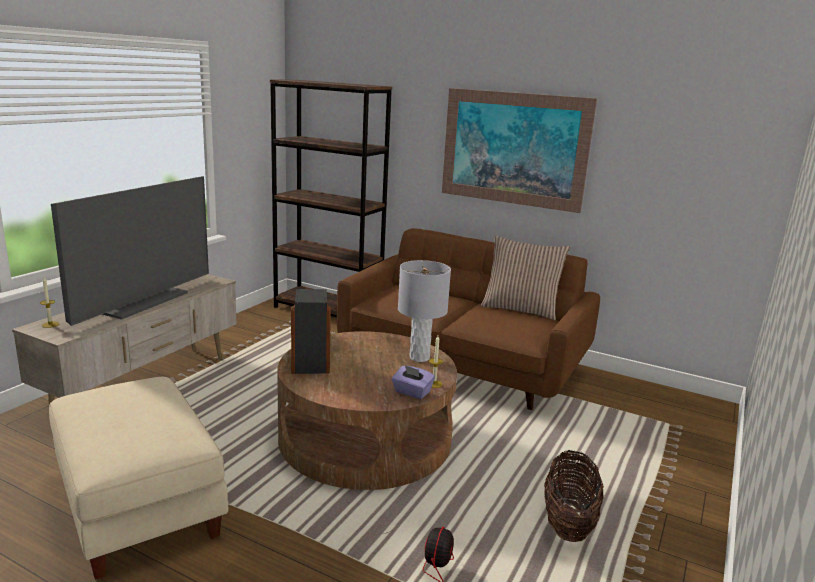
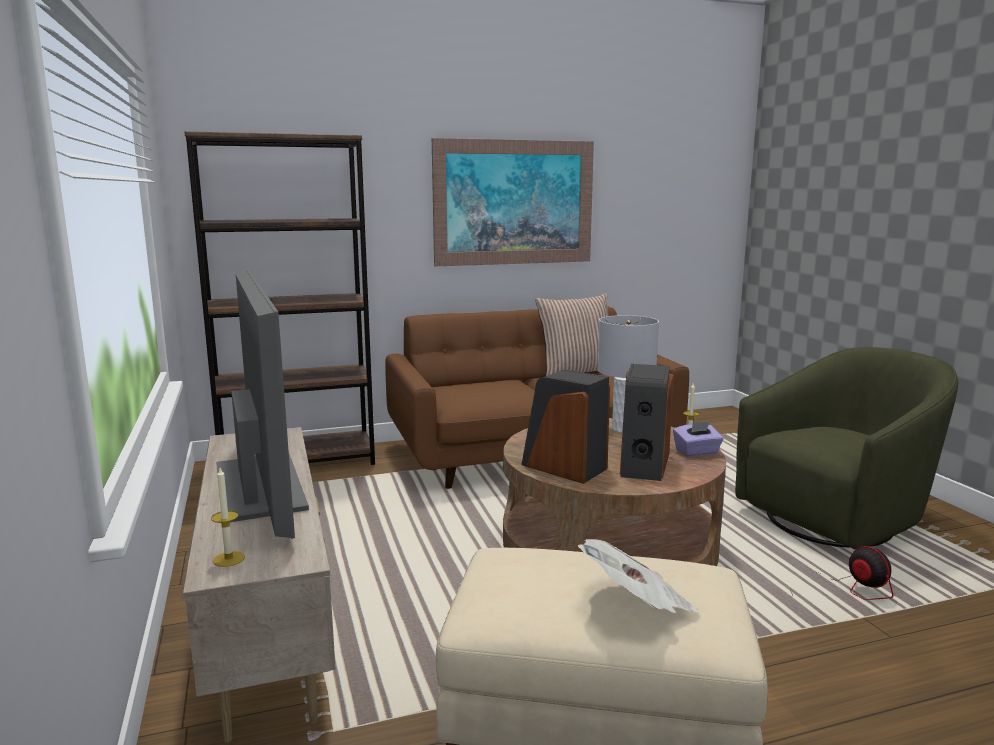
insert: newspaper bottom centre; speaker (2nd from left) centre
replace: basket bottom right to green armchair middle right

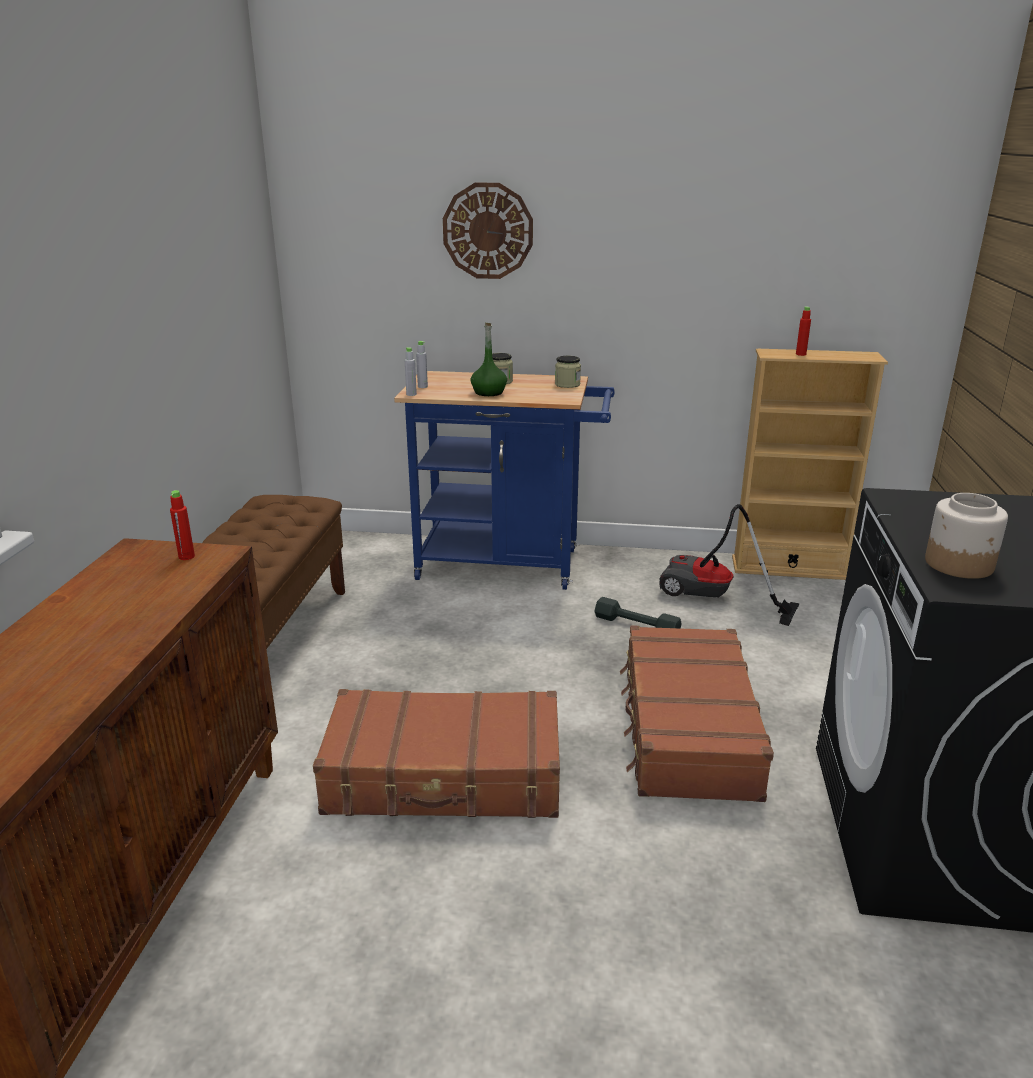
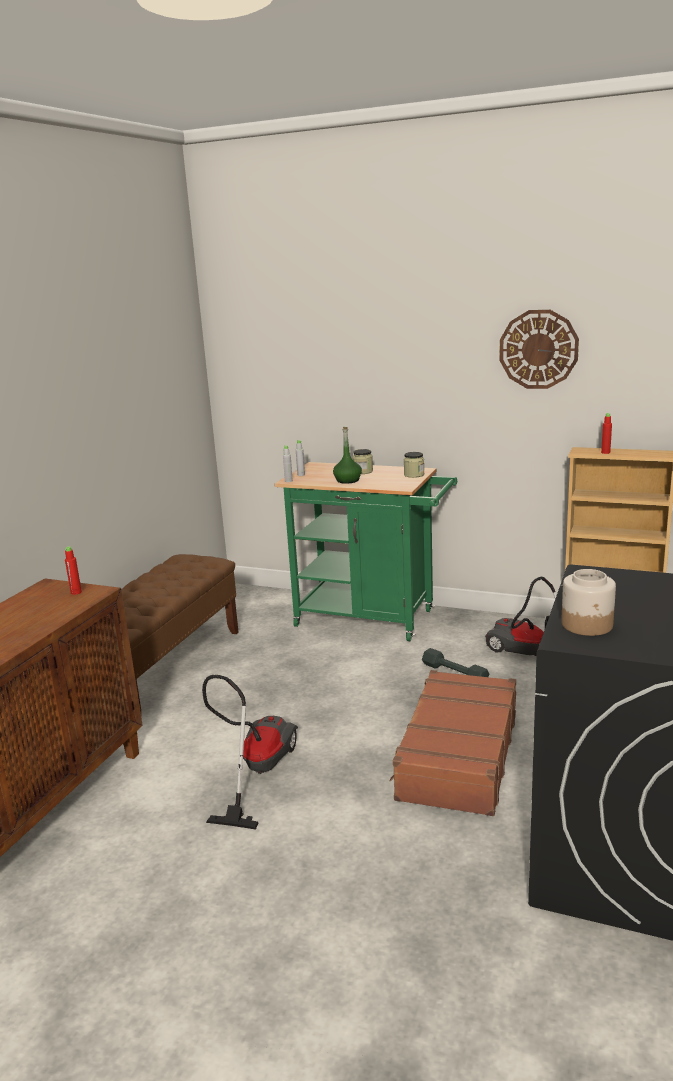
move: wall clock top centre to top right
replace: brown suitcase (1st from left) bottom centre to vacuum cleaner (1st from left) bottom centre
recolor: blue cart centre to green cart centre

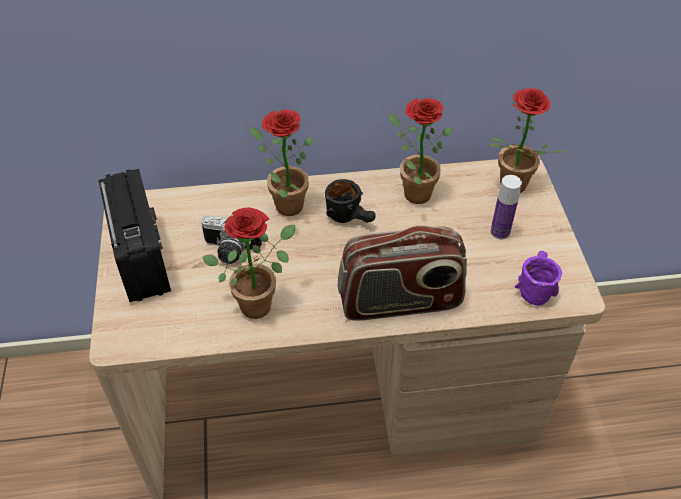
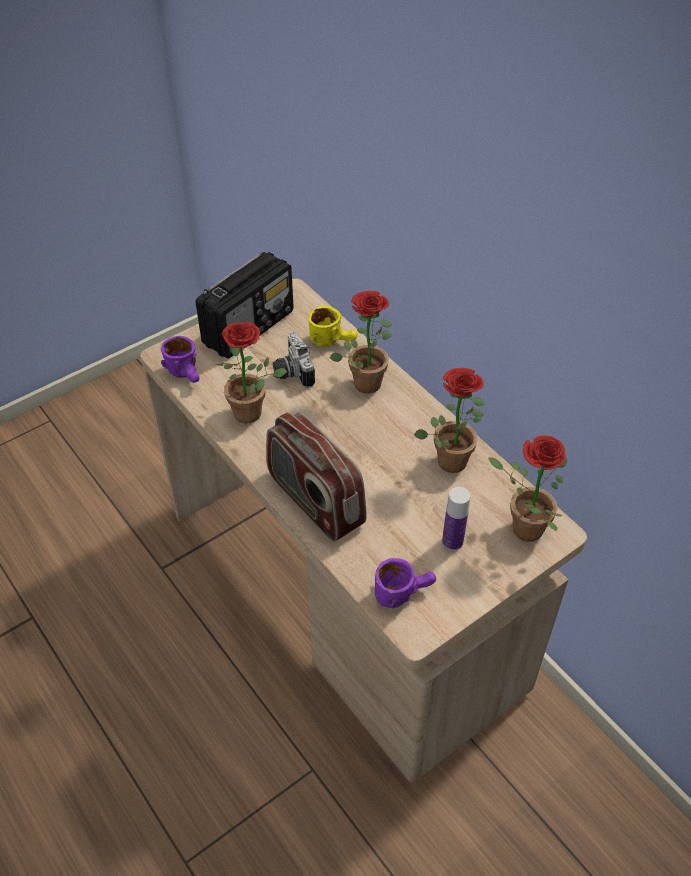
delete: black mug centre
insert: purple mug (1st from left) middle left; yellow mug centre

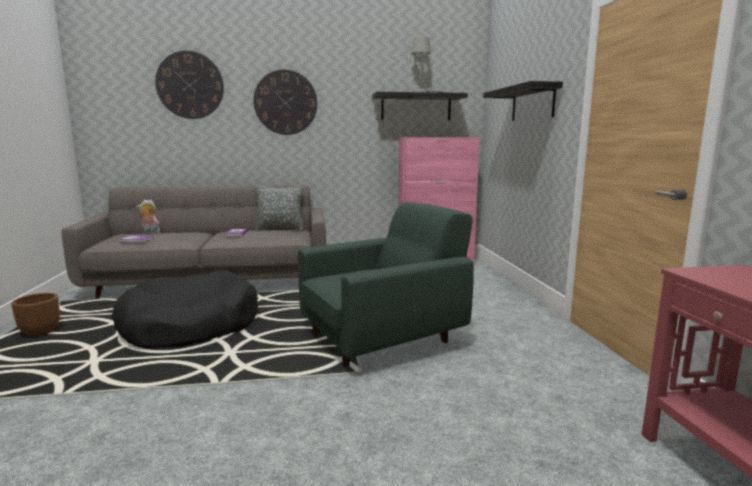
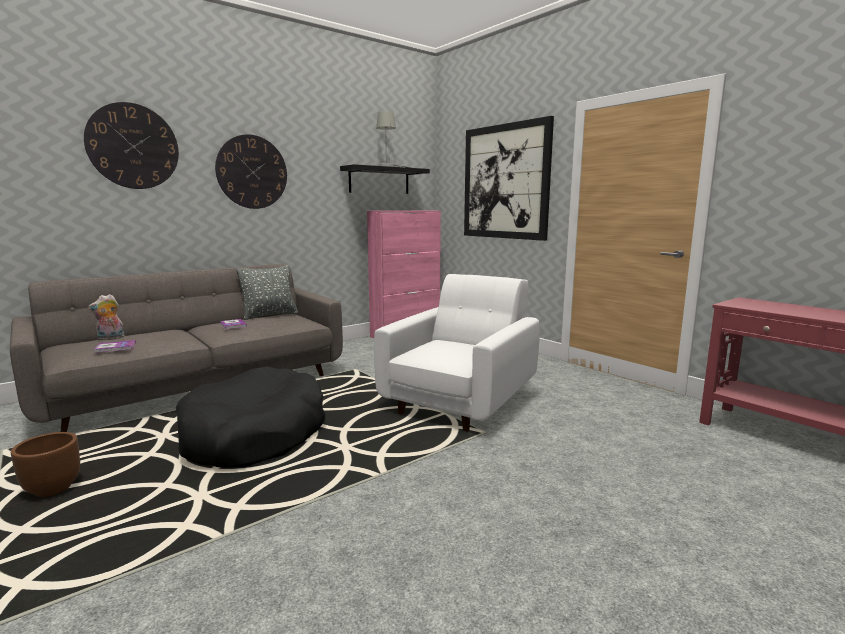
replace: black shelf (2nd from left) top right to picture top centre
recolor: green armchair centre to white armchair centre

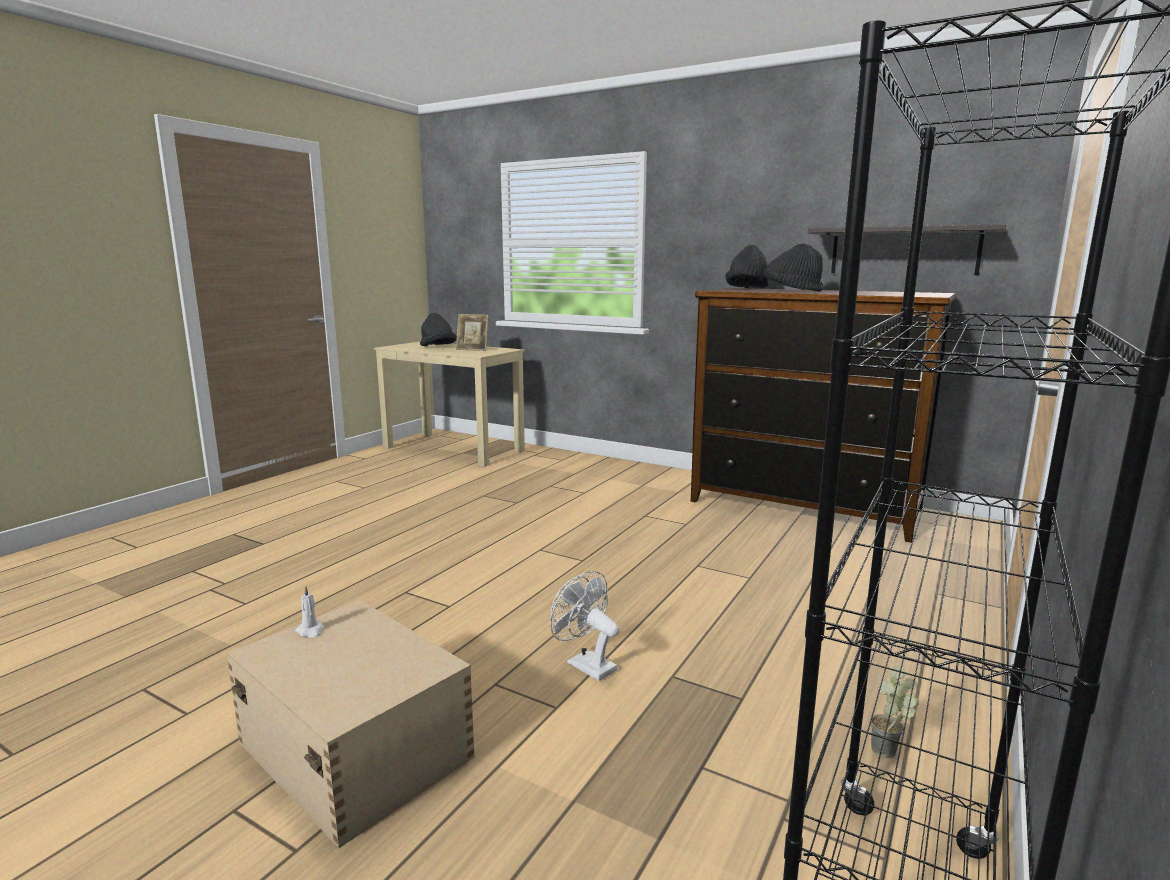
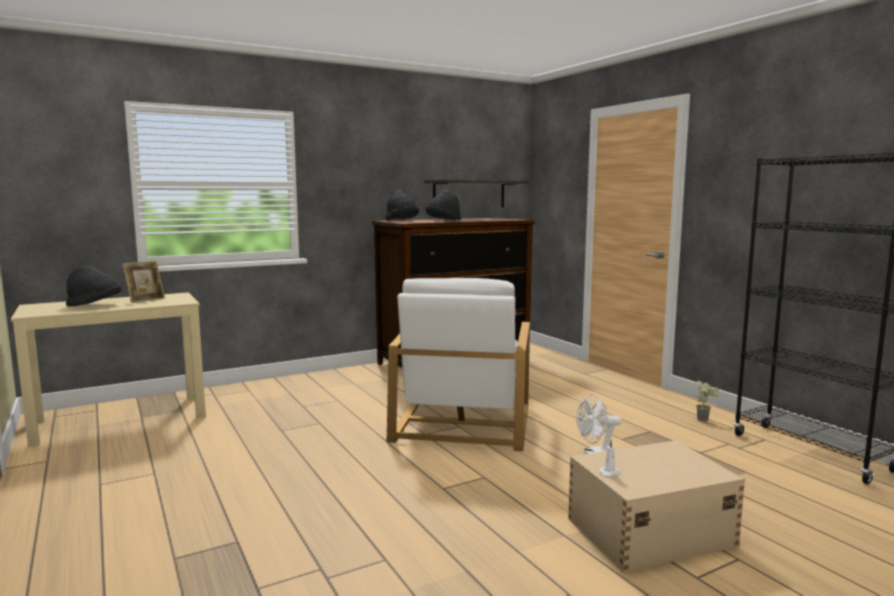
insert: white armchair centre

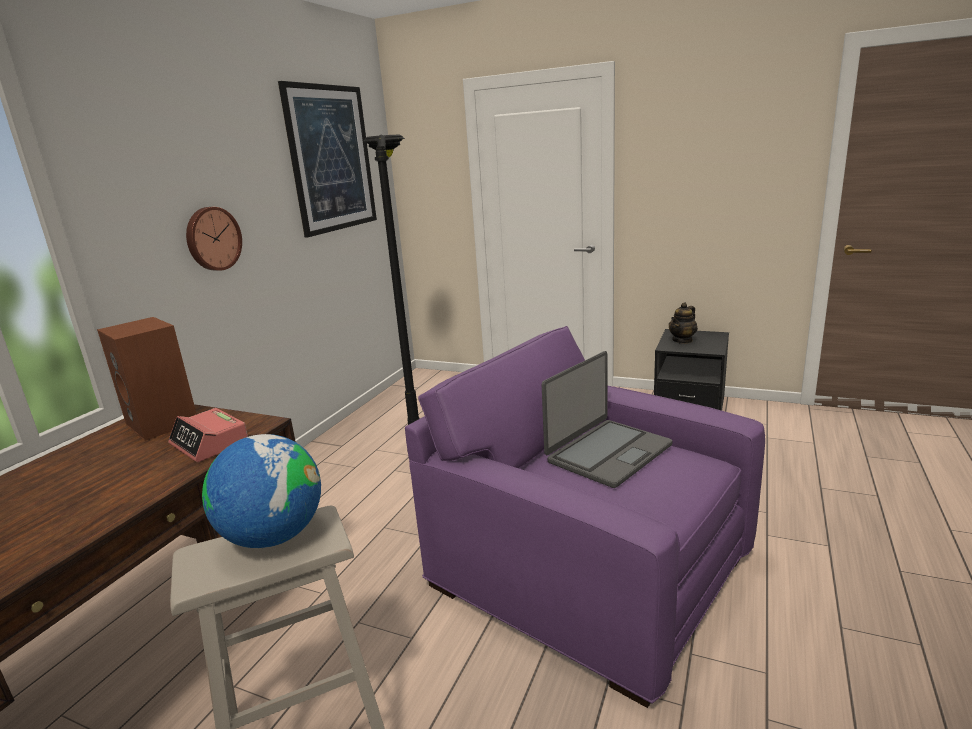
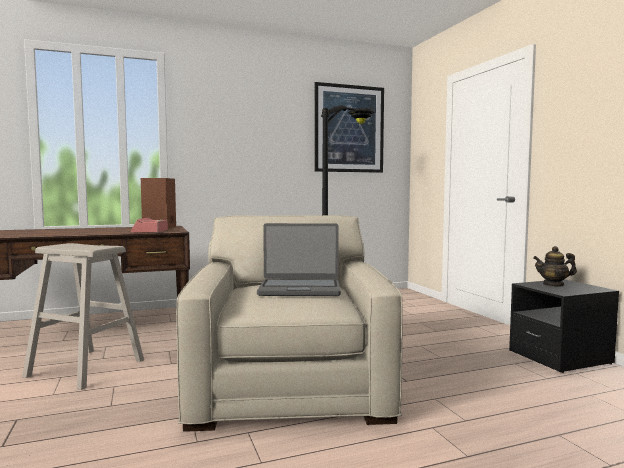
delete: wall clock top left; globe bottom left
recolor: purple armchair bottom centre to beige armchair bottom centre

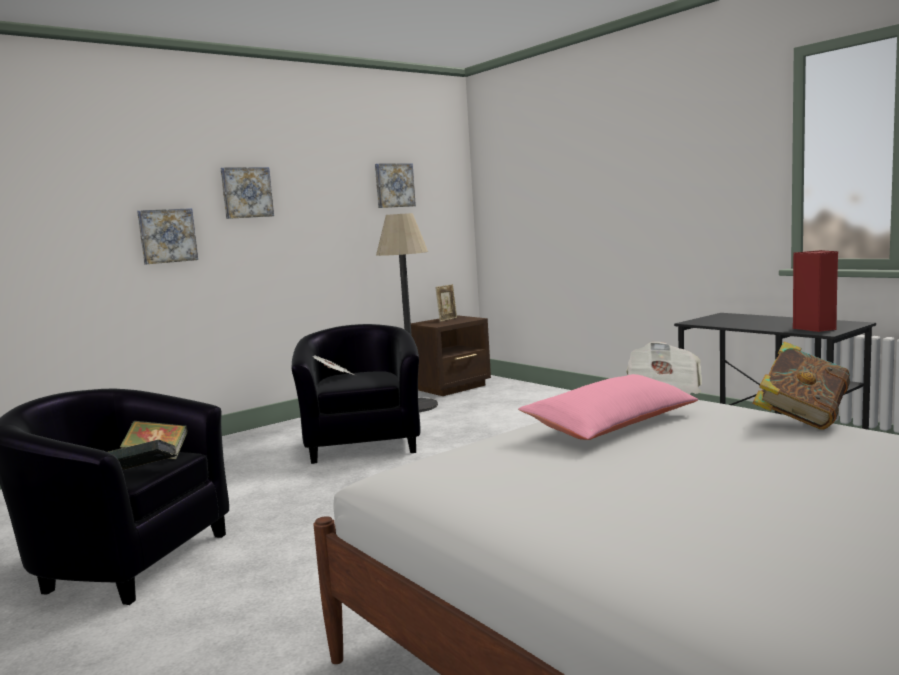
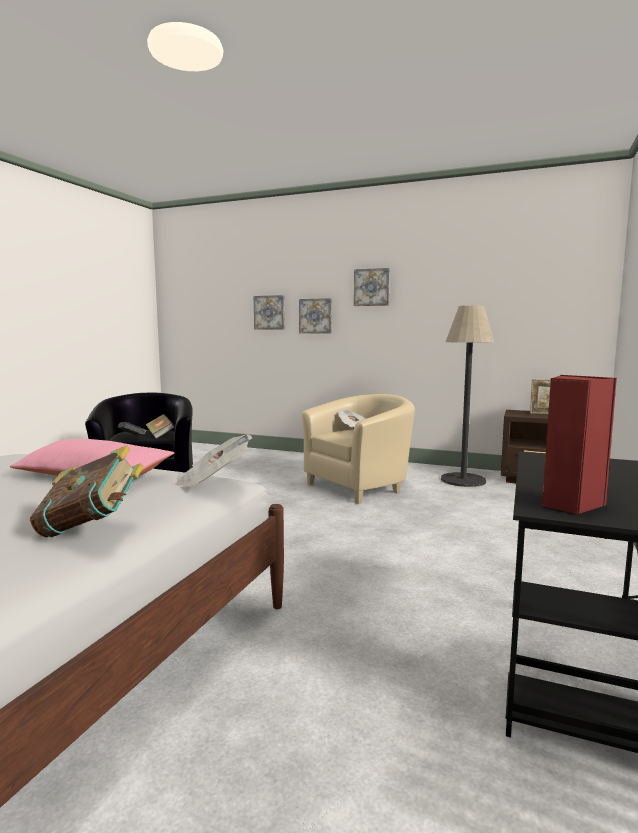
move: picture (3rd from left in the first image) top centre to picture (1st from left) centre
recolor: black armchair (2nd from left) centre to beige armchair centre

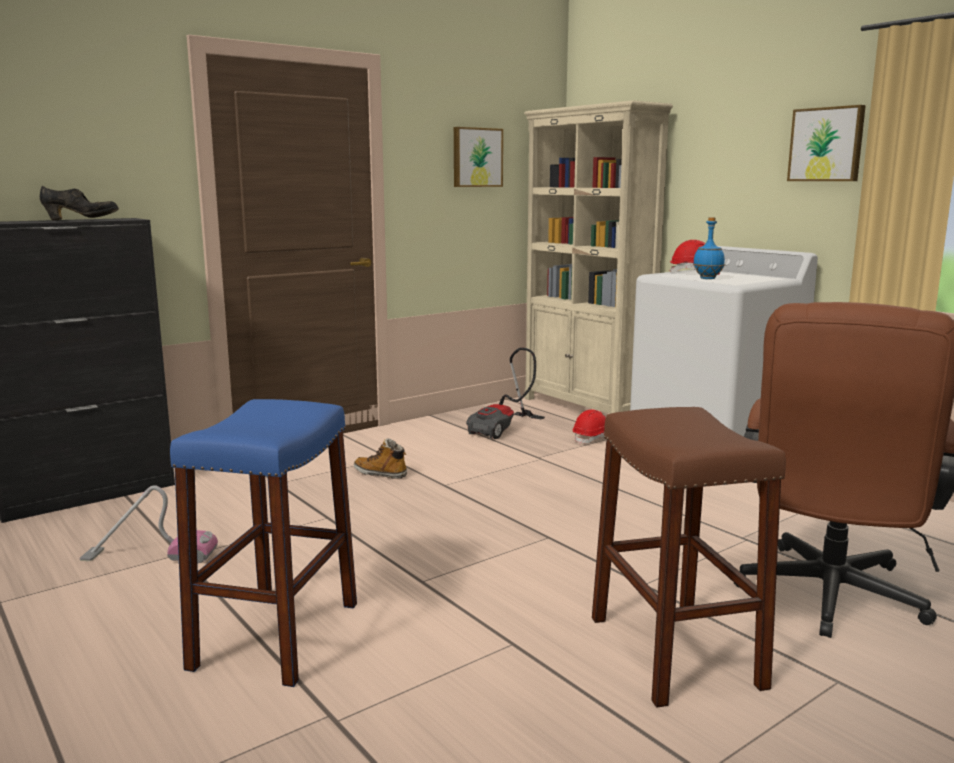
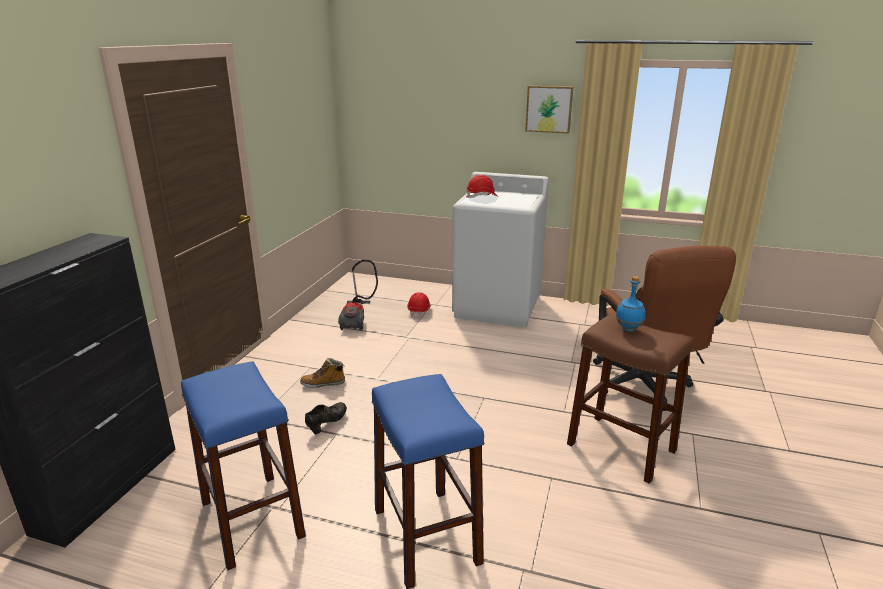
delete: picture (1st from left) top centre; beige bookcase centre
move: black shoe top left to bottom centre; blue bottle top right to middle right
replace: vacuum cleaner (1st from left) bottom left to blue stool (1st from left) bottom left

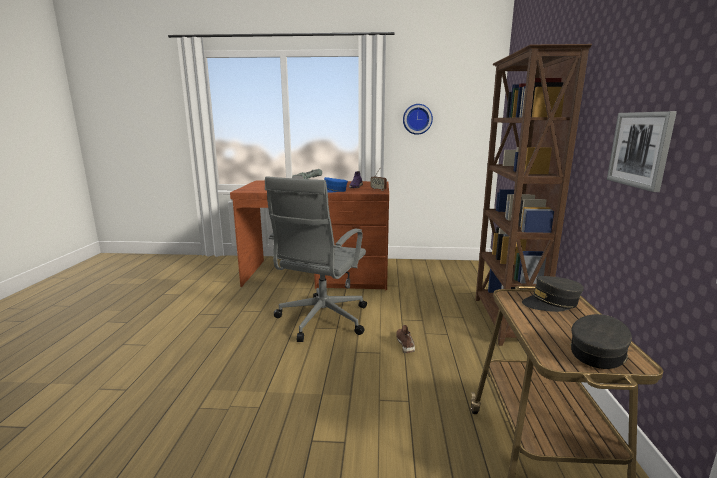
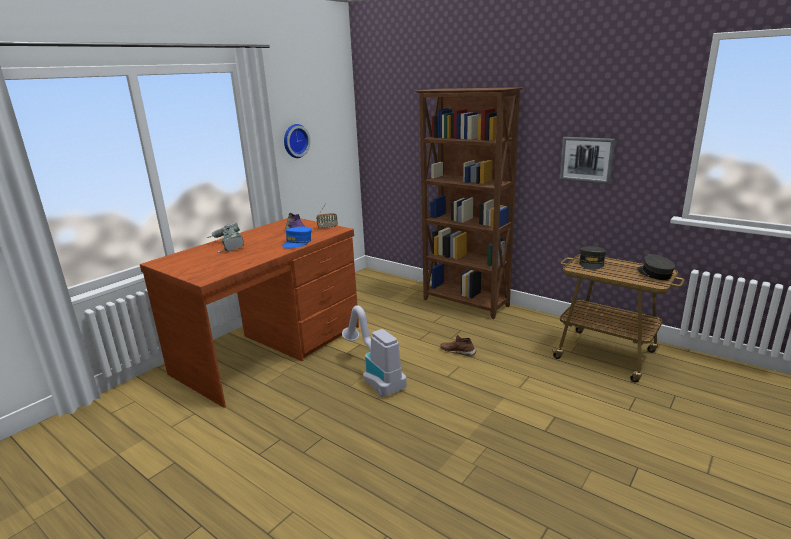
replace: grey office chair centre to vacuum cleaner centre

